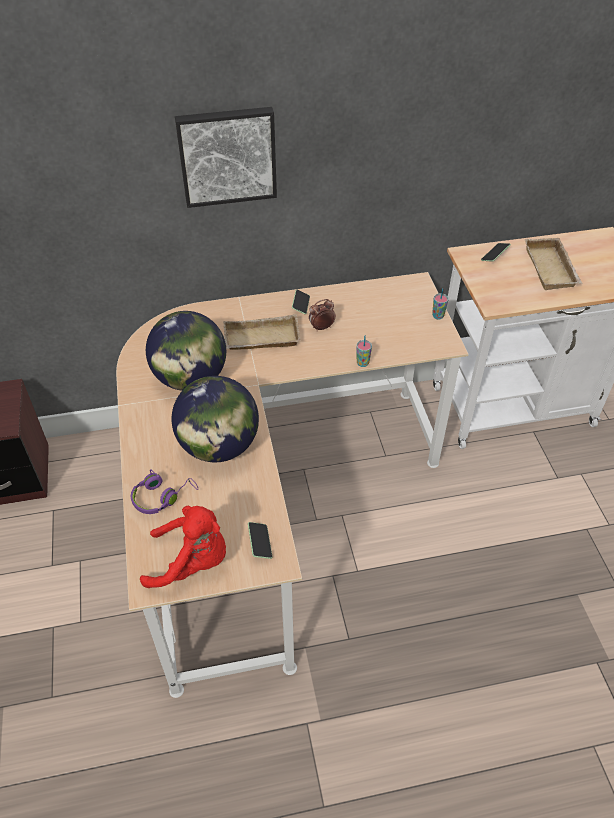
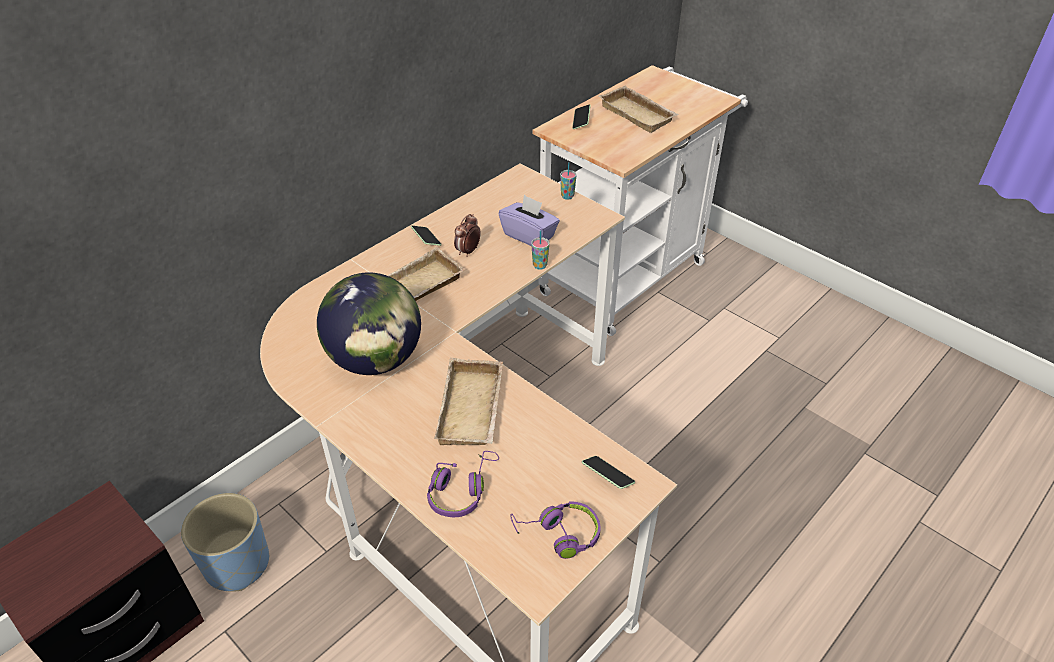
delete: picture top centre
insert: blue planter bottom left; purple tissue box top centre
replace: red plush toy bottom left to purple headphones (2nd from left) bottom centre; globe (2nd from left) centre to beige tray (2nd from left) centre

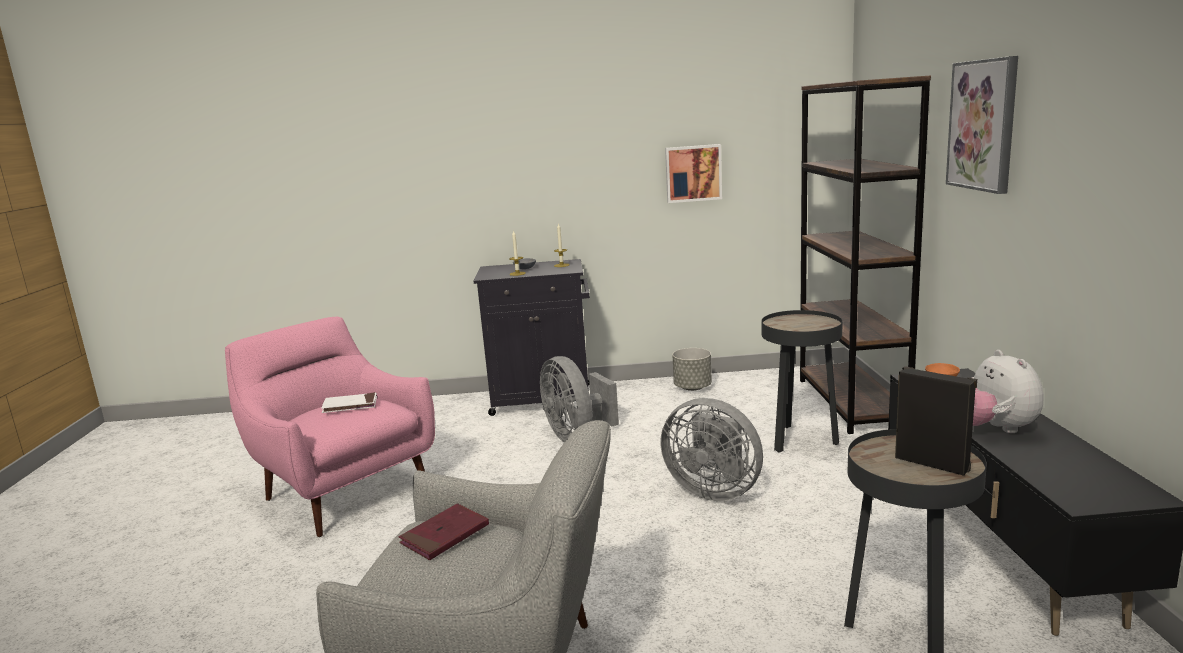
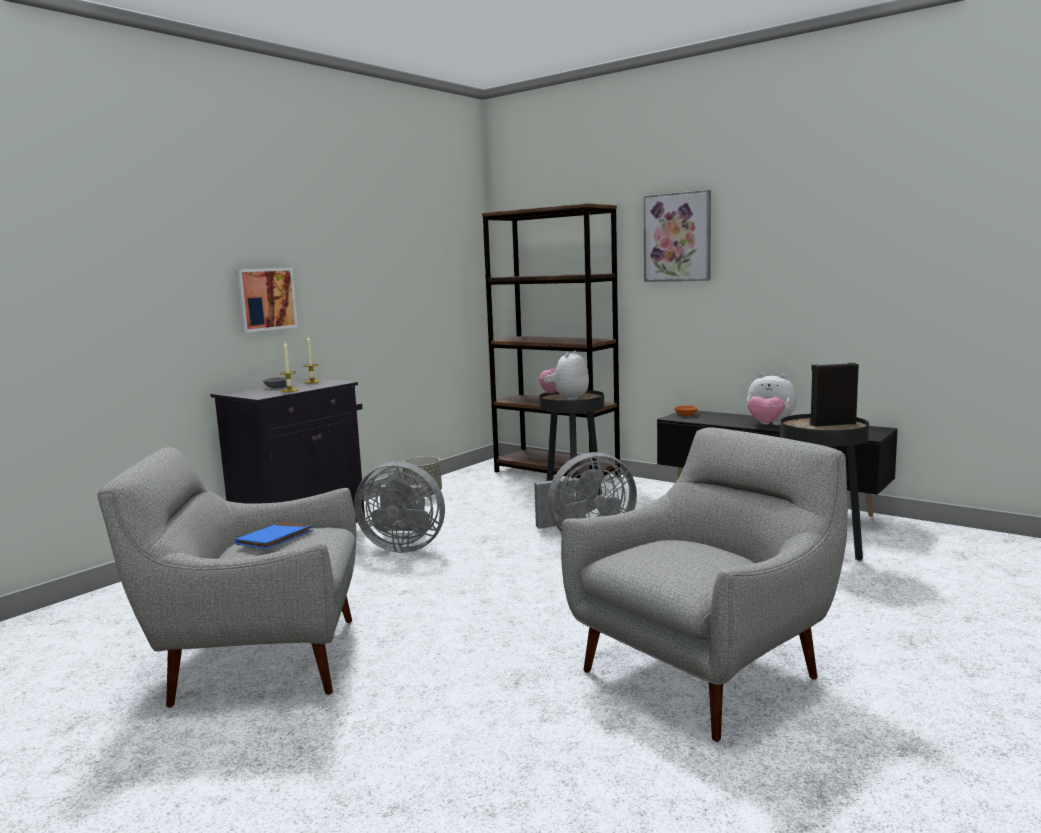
delete: red book bottom centre
insert: plush toy (1st from left) centre
move: picture (1st from left) top centre to middle left
recolor: pink armchair middle left to grey armchair (1st from left) bottom left; white book middle left to blue book middle left

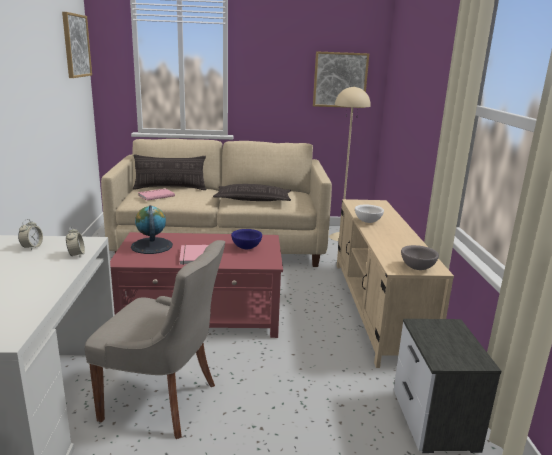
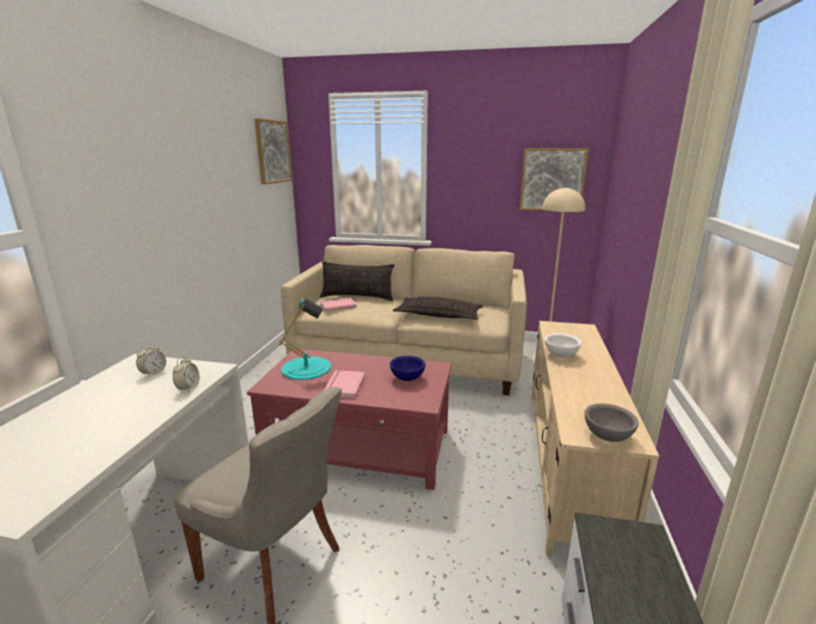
replace: globe middle left to turquoise table lamp centre

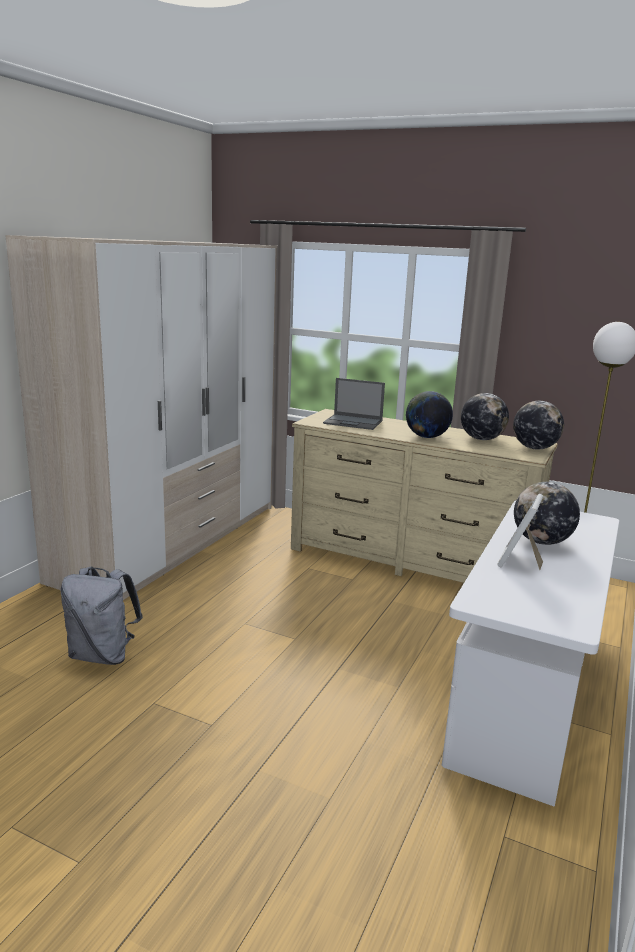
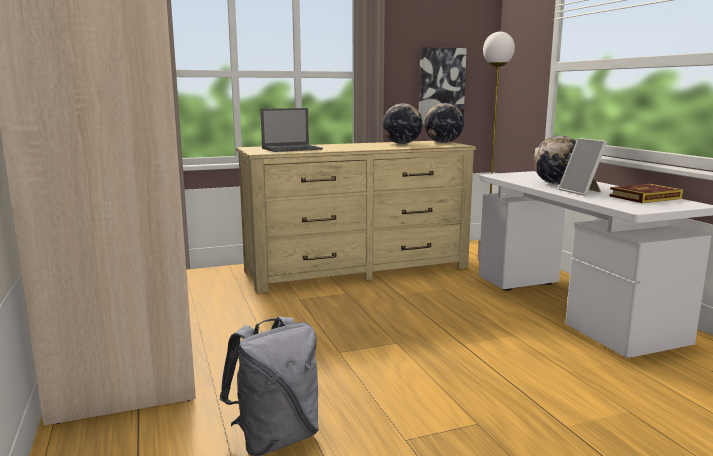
delete: globe (1st from left) middle right
insert: picture top centre; book middle right

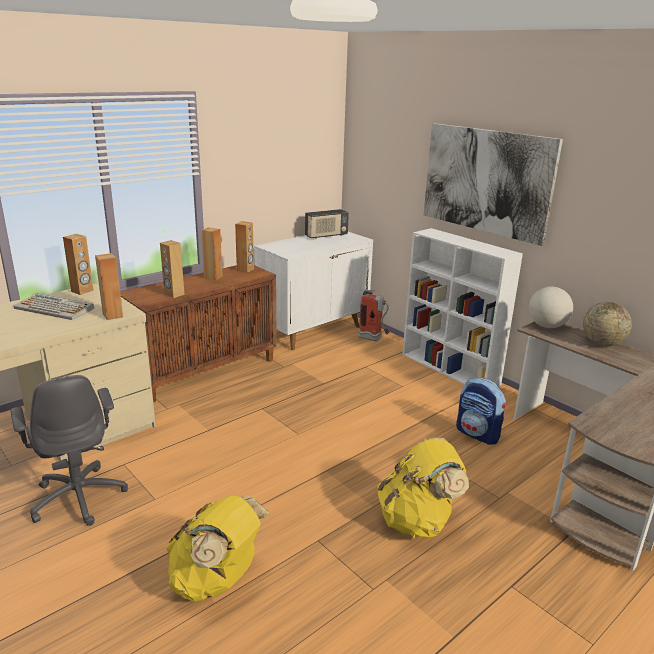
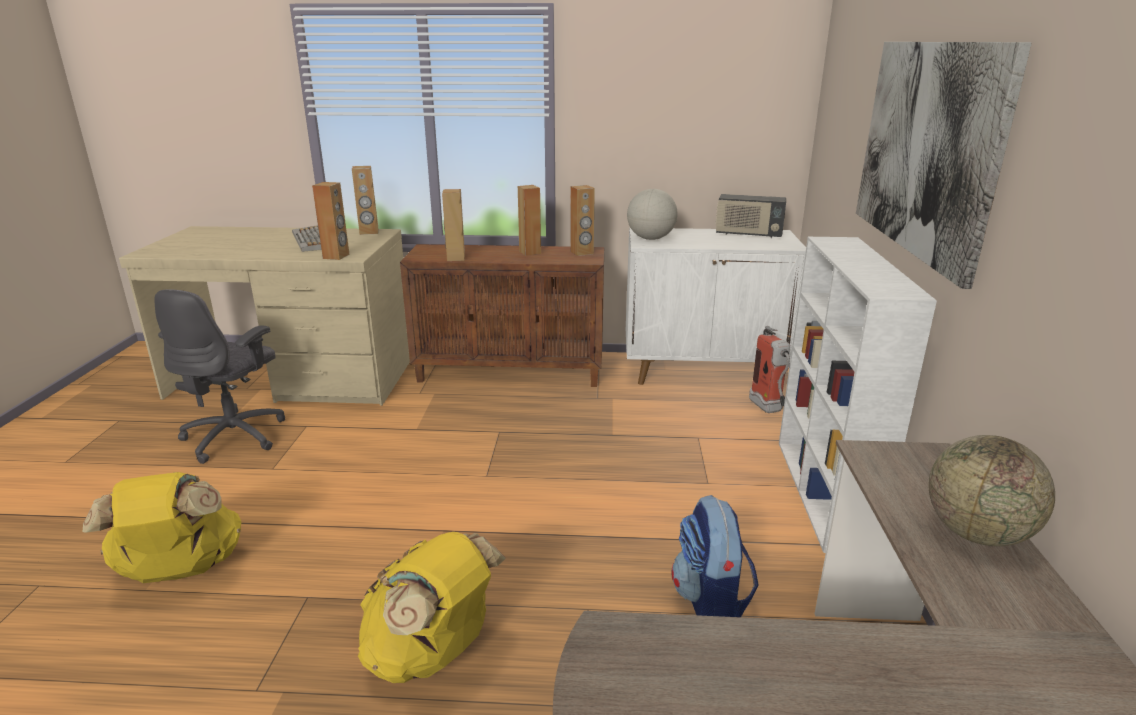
move: globe (1st from left) middle right to top centre

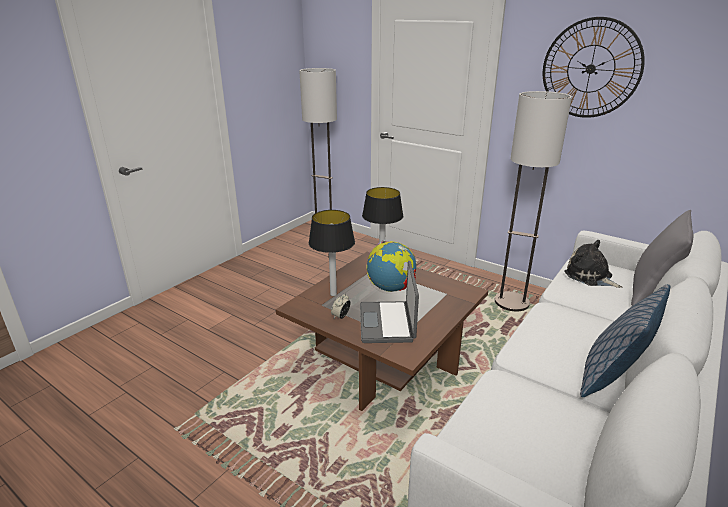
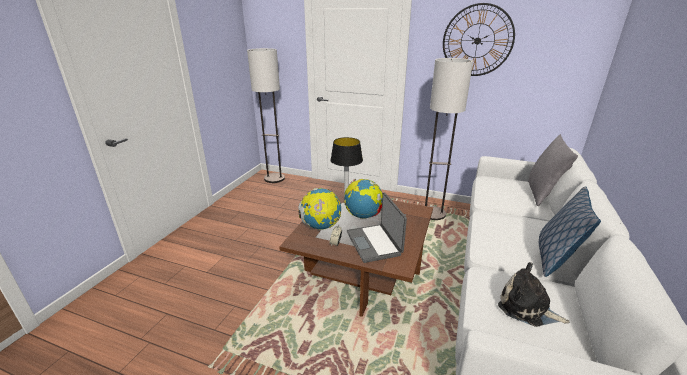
move: plush toy middle right to bottom right
replace: table lamp (1st from left) centre to globe (1st from left) centre

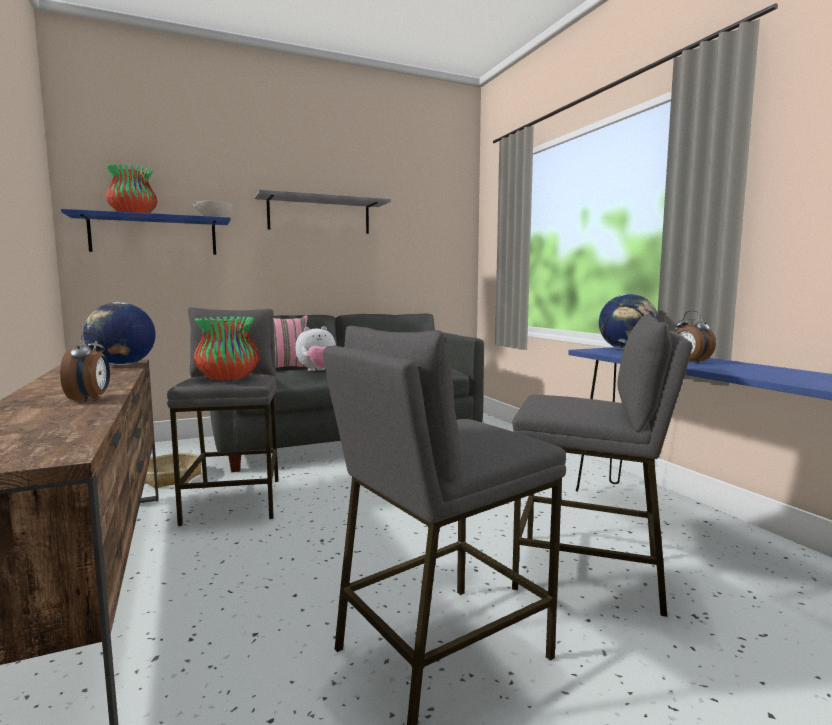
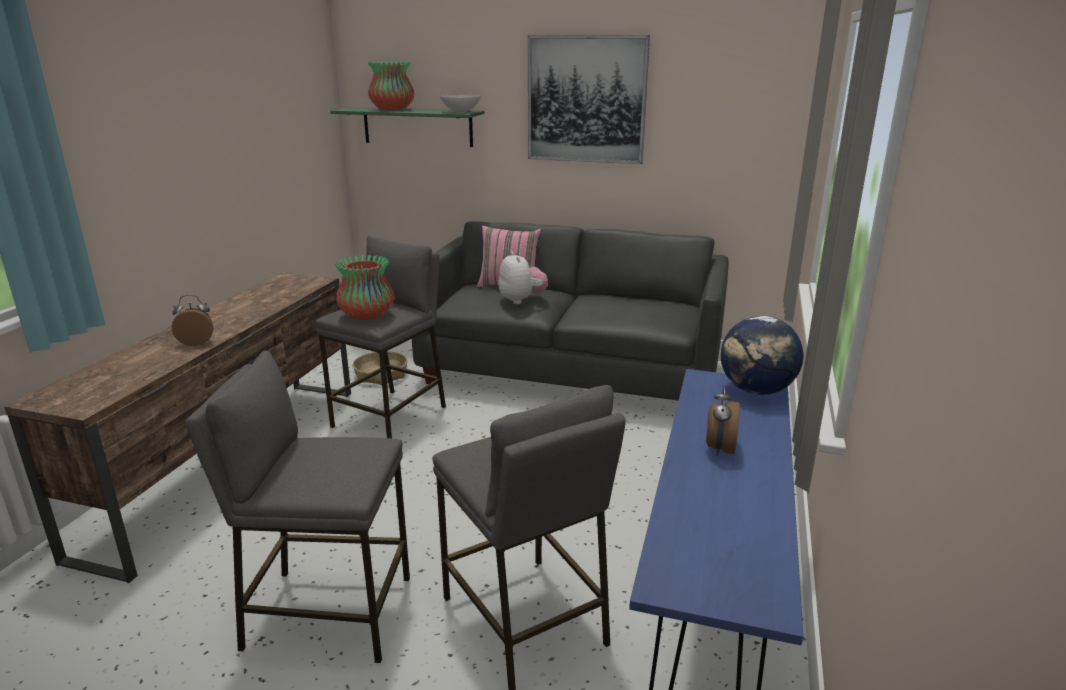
delete: globe (1st from left) middle left
replace: grey shelf top centre to picture top centre
recolor: blue shelf top left to green shelf top centre
rotate: alarm clock (1st from left) middle left = middle left 135 degrees counterclockwise; plush toy centre = centre 120 degrees counterclockwise

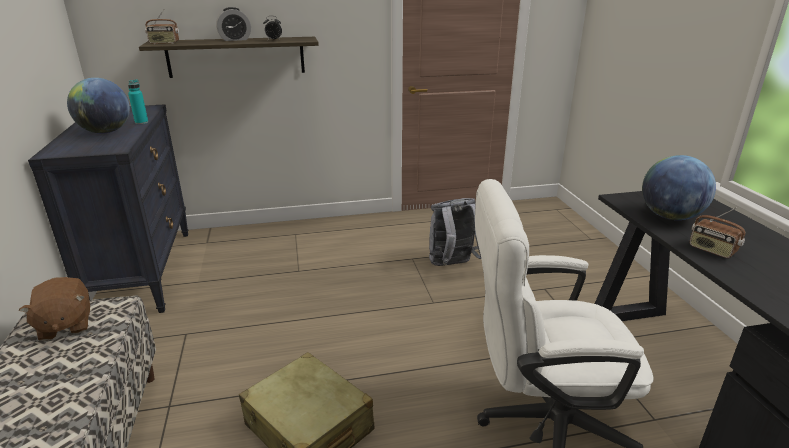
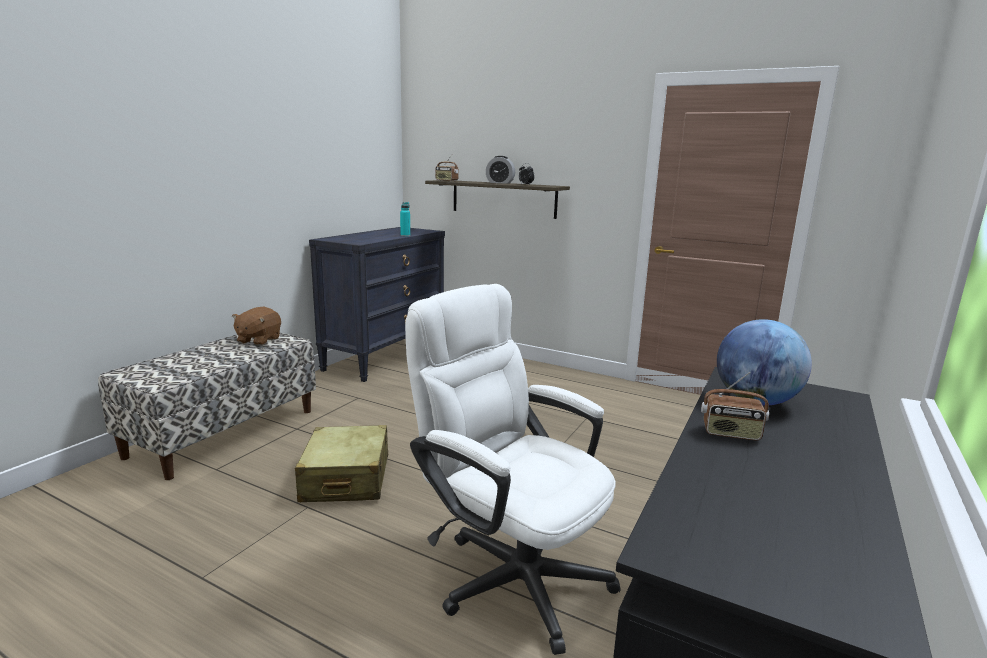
delete: globe (1st from left) top left; grey backpack centre
rotate: radio (2nd from left) middle right = middle right 75 degrees counterclockwise

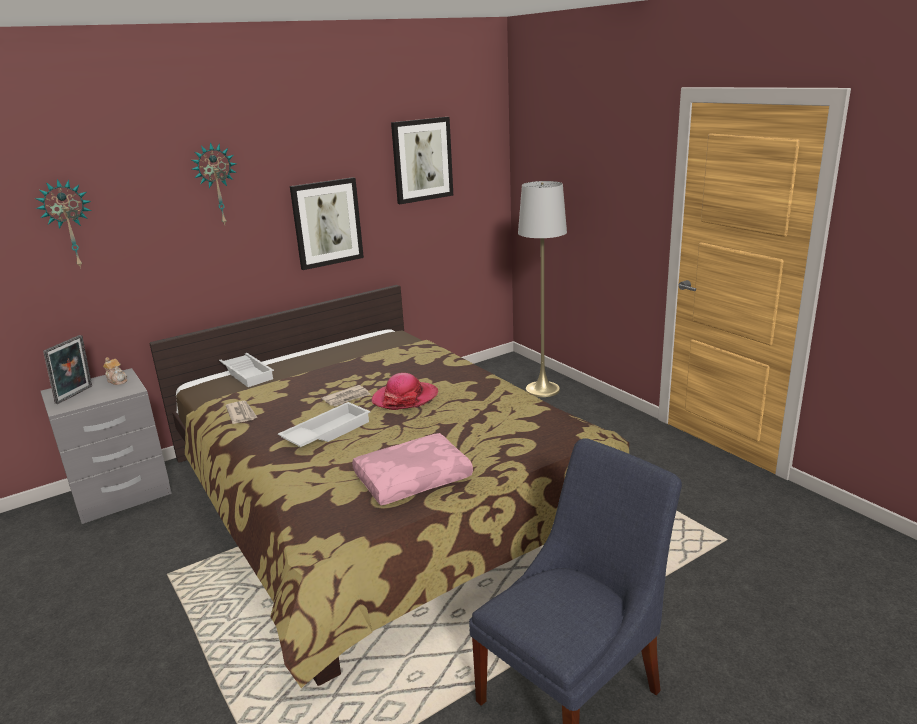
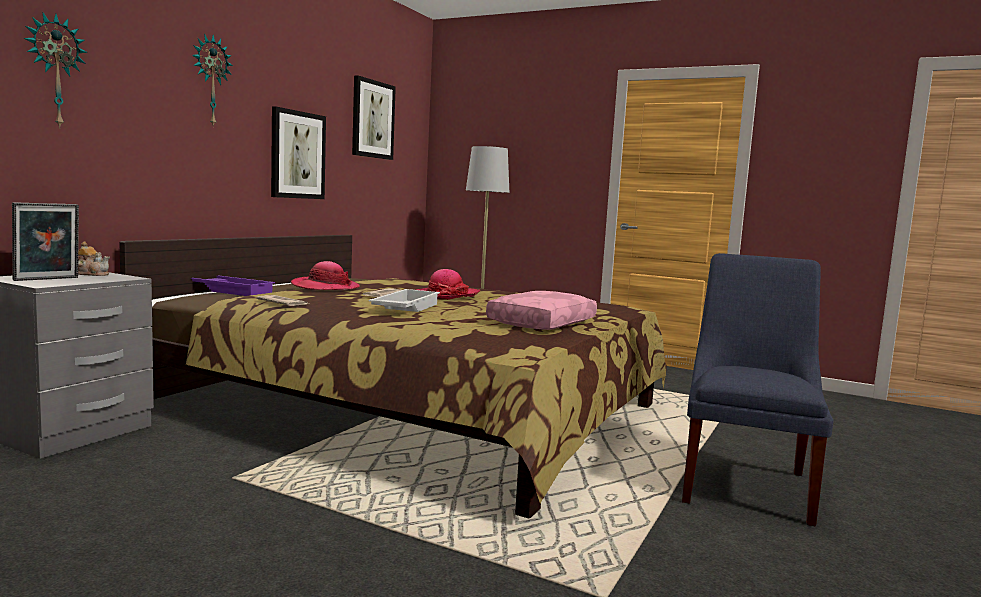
insert: hat (1st from left) middle left
recolor: white tray (1st from left) middle left to purple tray middle left
rotate: picture frame middle left = middle left 45 degrees clockwise

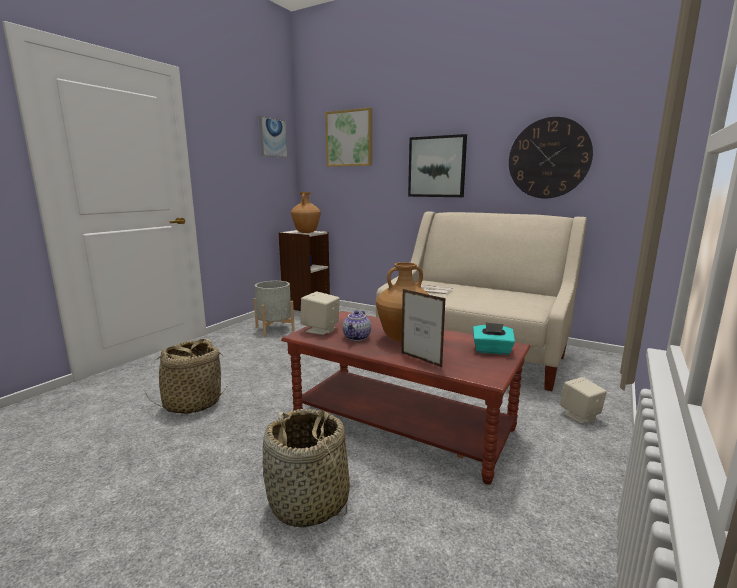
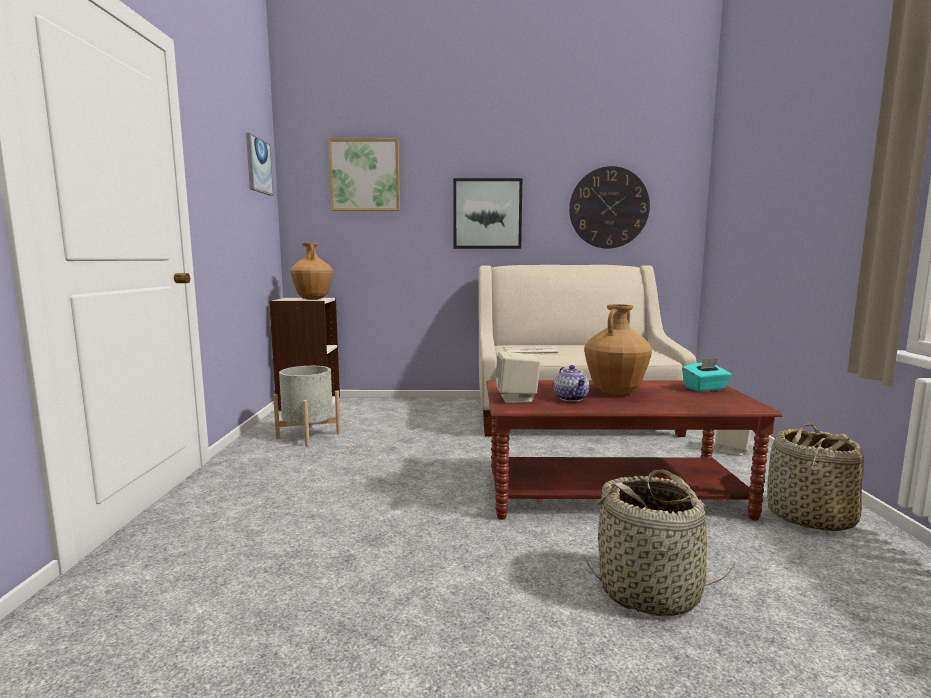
delete: picture frame centre
move: basket (1st from left in the first image) middle left to basket (2nd from left) bottom right

